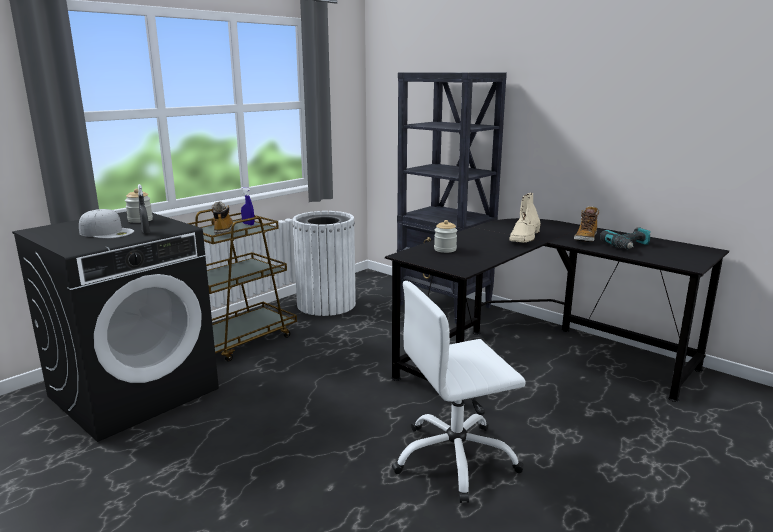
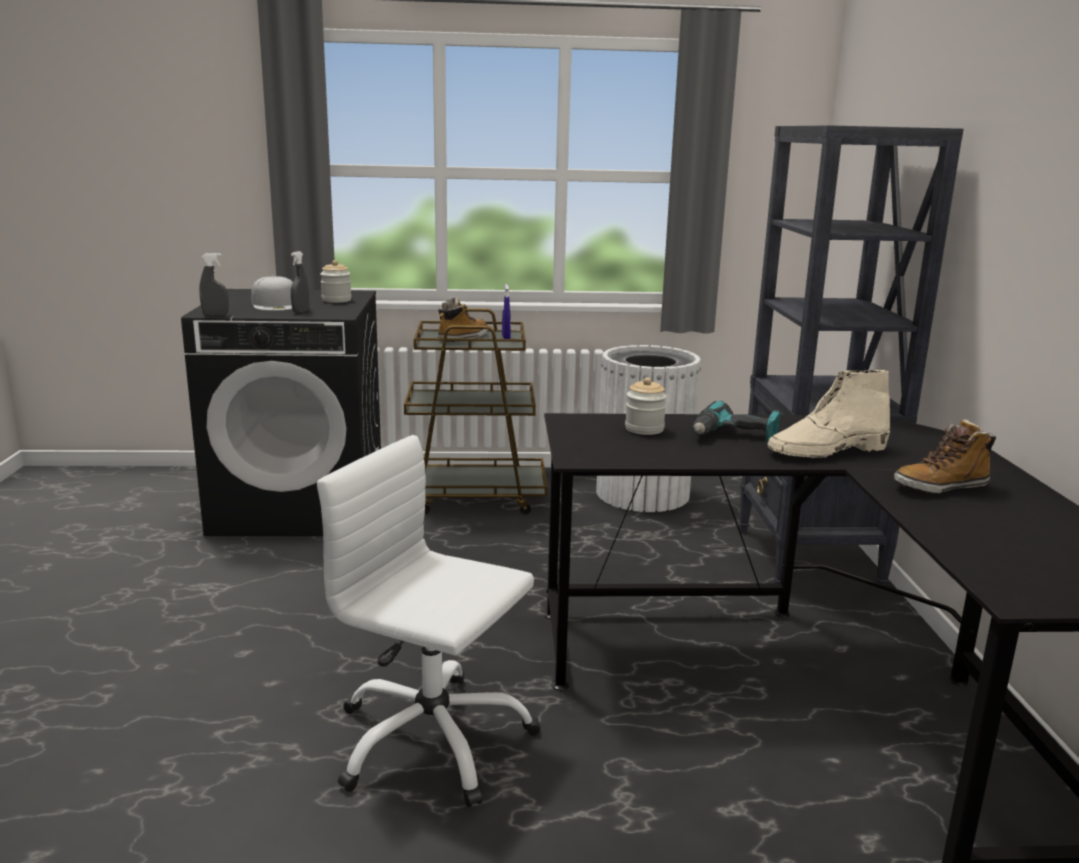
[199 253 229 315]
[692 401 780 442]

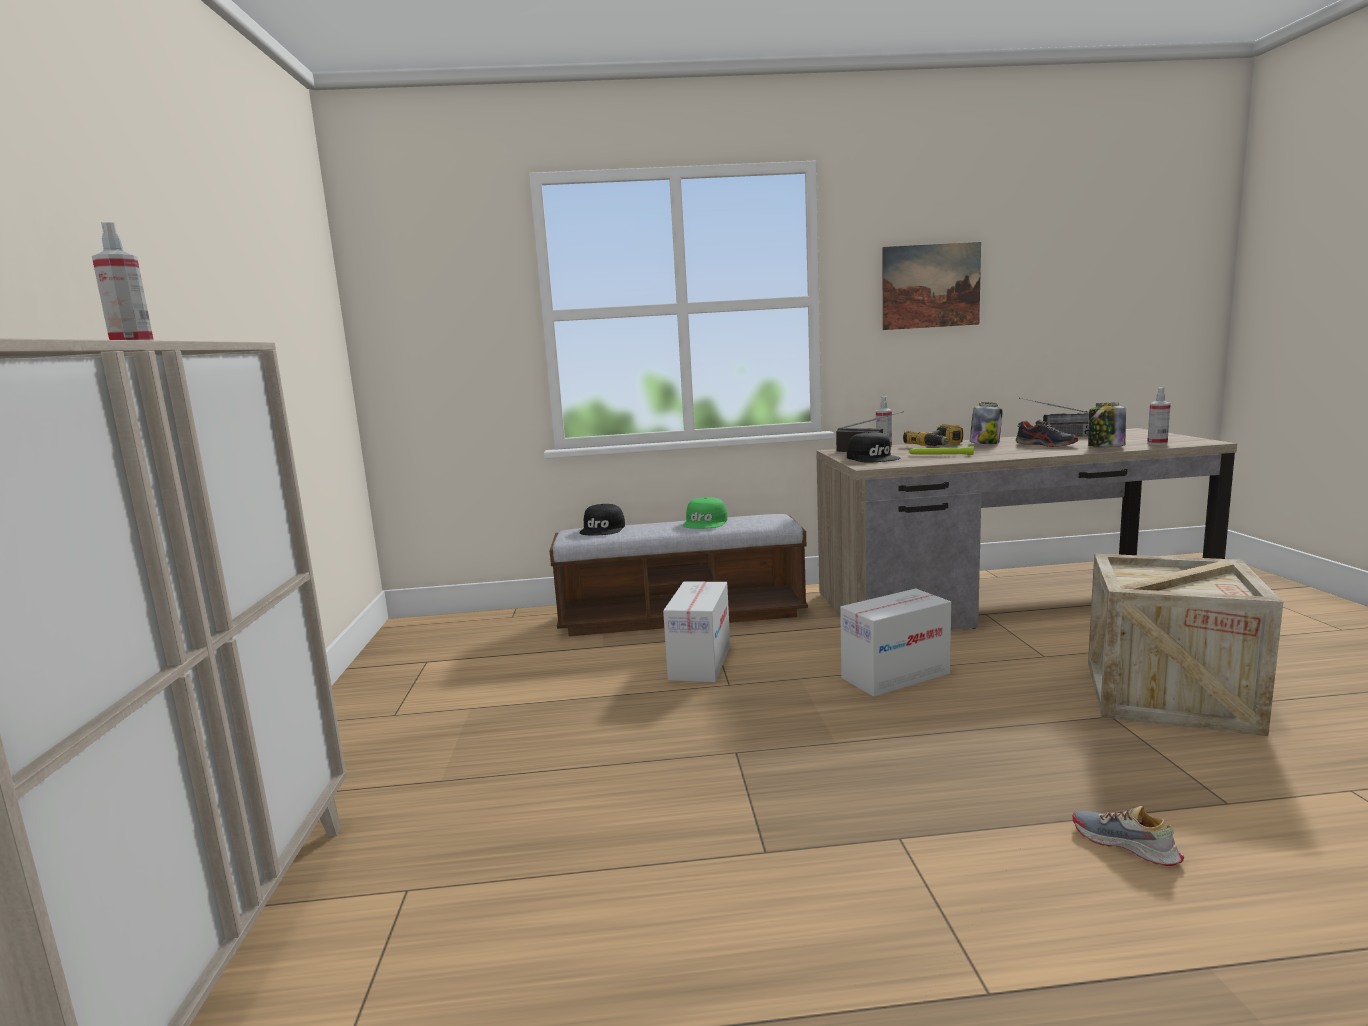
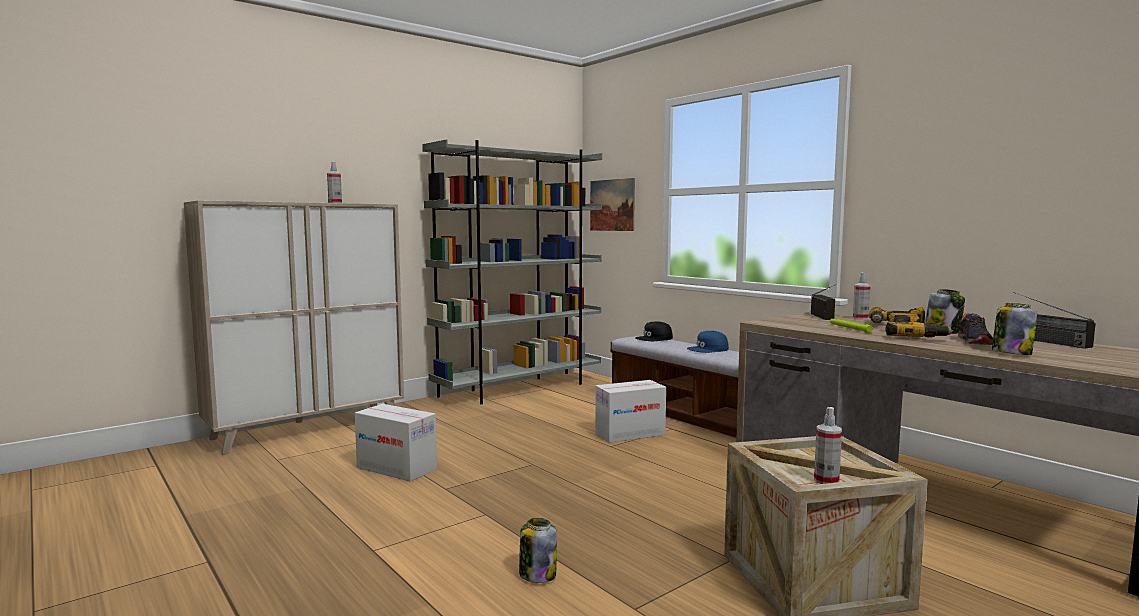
[847 432 901 462] (first image)
[422 139 602 404]
[886 313 954 337]
[355 404 437 482]
[590 178 635 231]
[814 407 842 484]
[519 518 557 583]
[687 331 729 353]

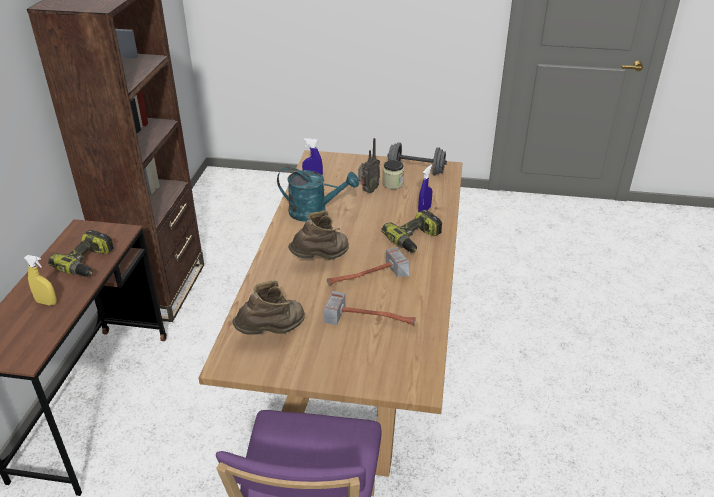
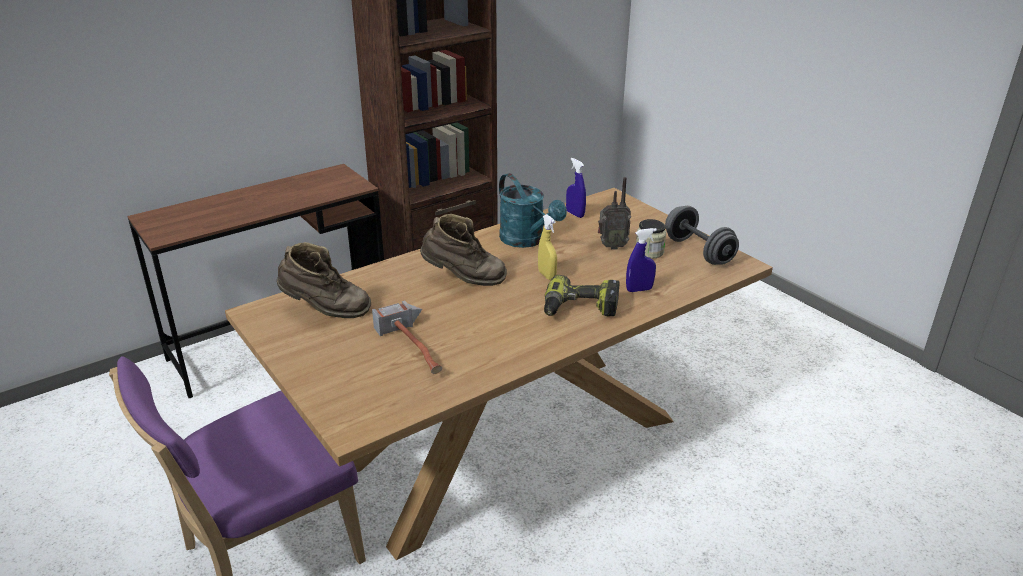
[48 230 114 277] (first image)
[327 247 410 285] (first image)
[538 214 557 280]

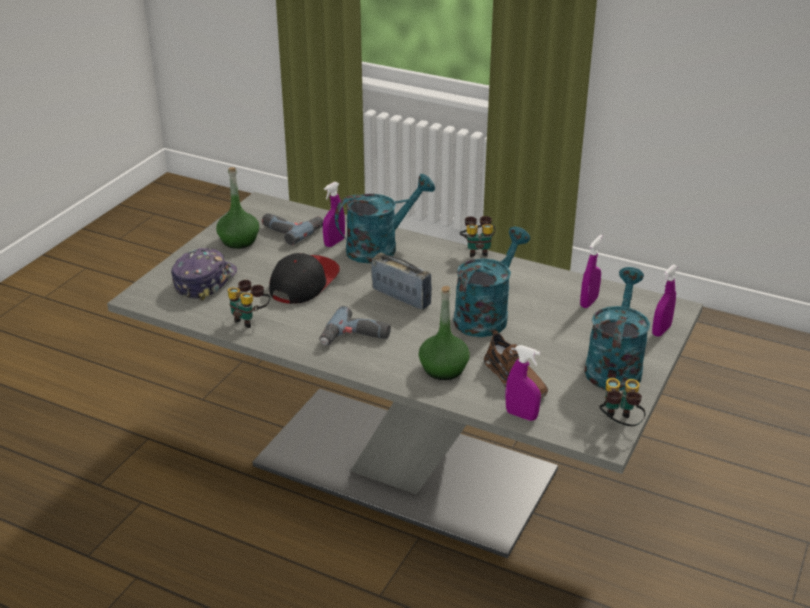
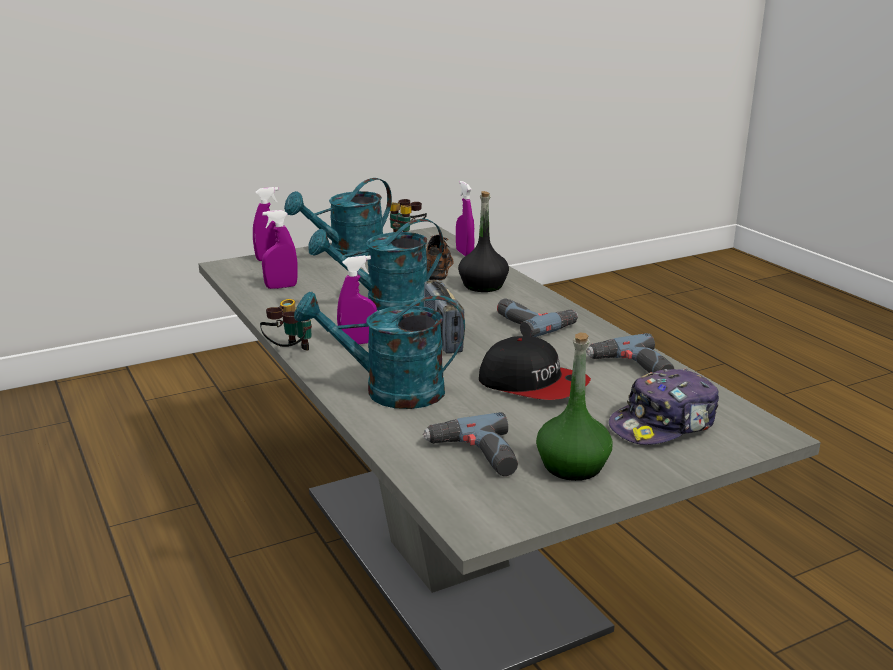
[337 255 377 344]
[586 333 674 373]
[458 191 509 292]
[479 336 591 400]

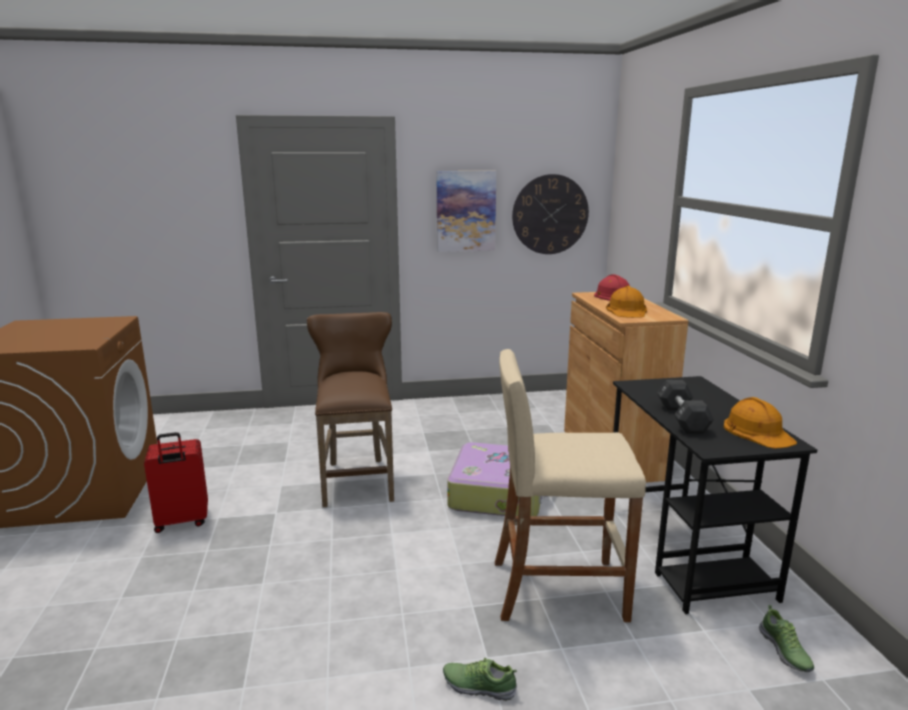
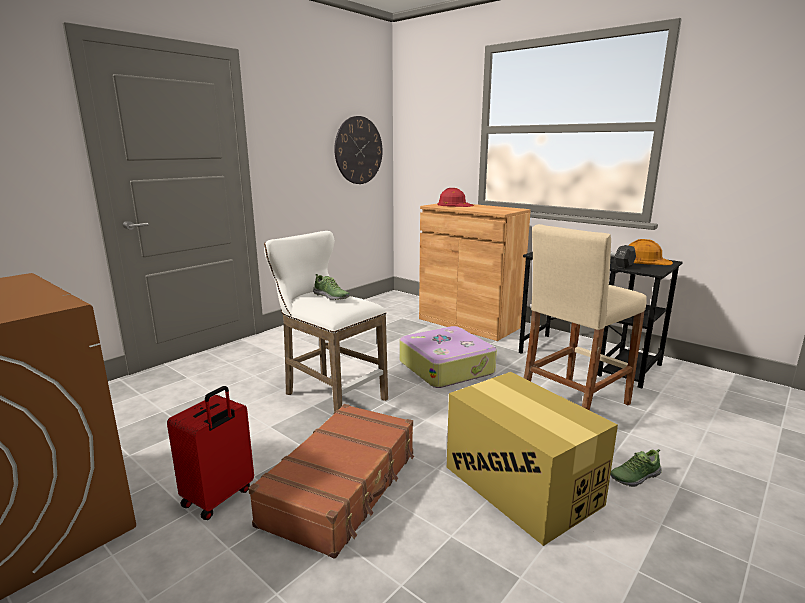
[437 171 496 252] (first image)
[606 286 647 318] (first image)
[248 404 414 559]
[447 372 618 546]
[313 274 350 300]
[264 231 388 412]

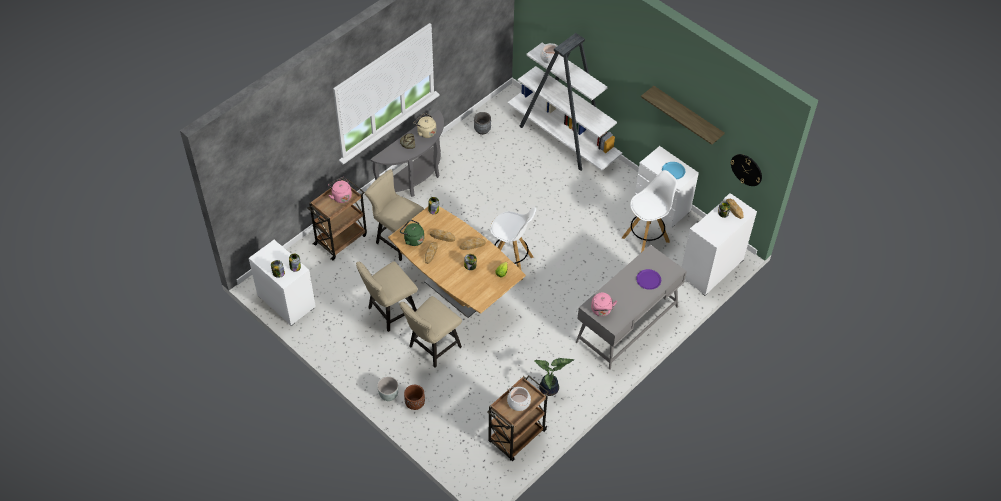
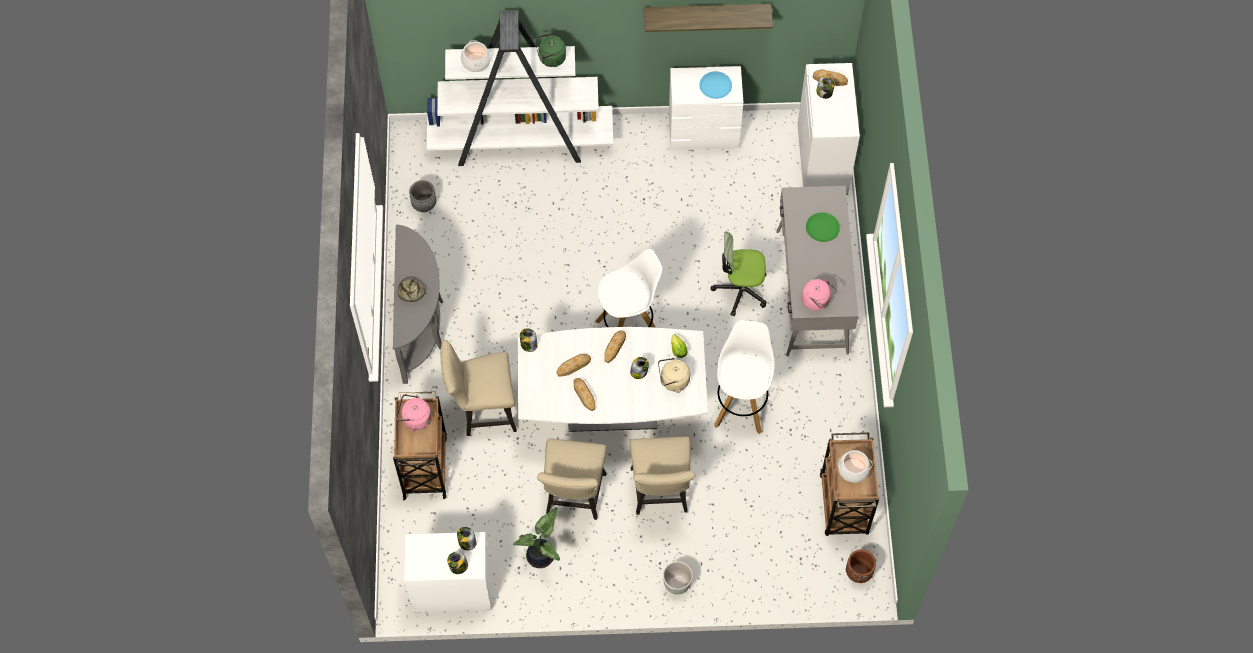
[731 154 762 186] (first image)
[711 232 767 316]
[534 34 566 67]
[846 549 876 583]
[658 358 690 393]
[513 506 560 568]
[714 320 775 434]
[518 327 708 432]
[806 212 840 242]

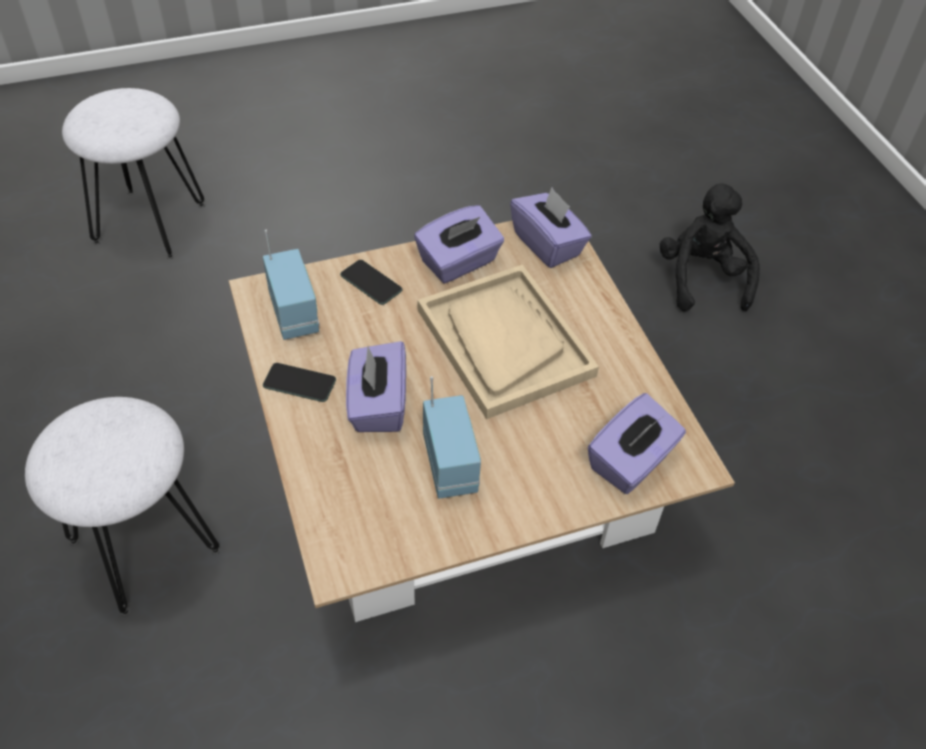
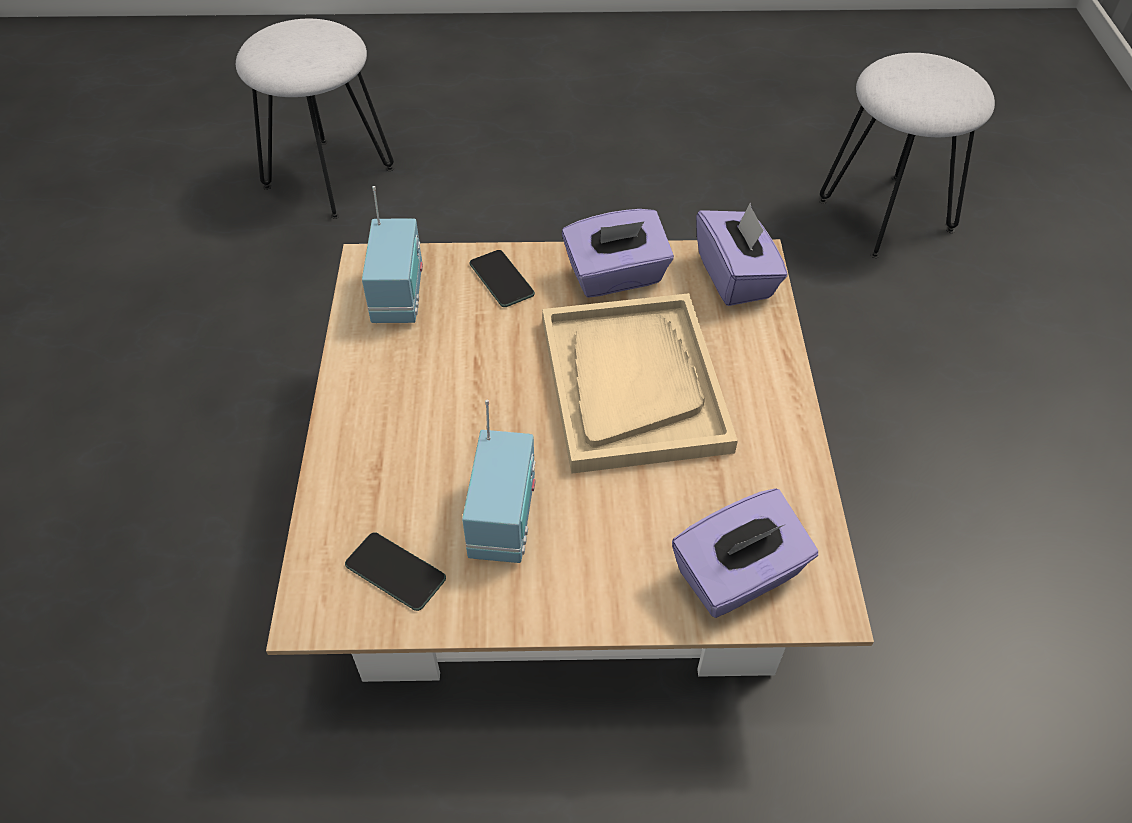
[346 341 406 432] (first image)
[660 183 760 311] (first image)
[819 53 995 258]
[345 532 446 611]

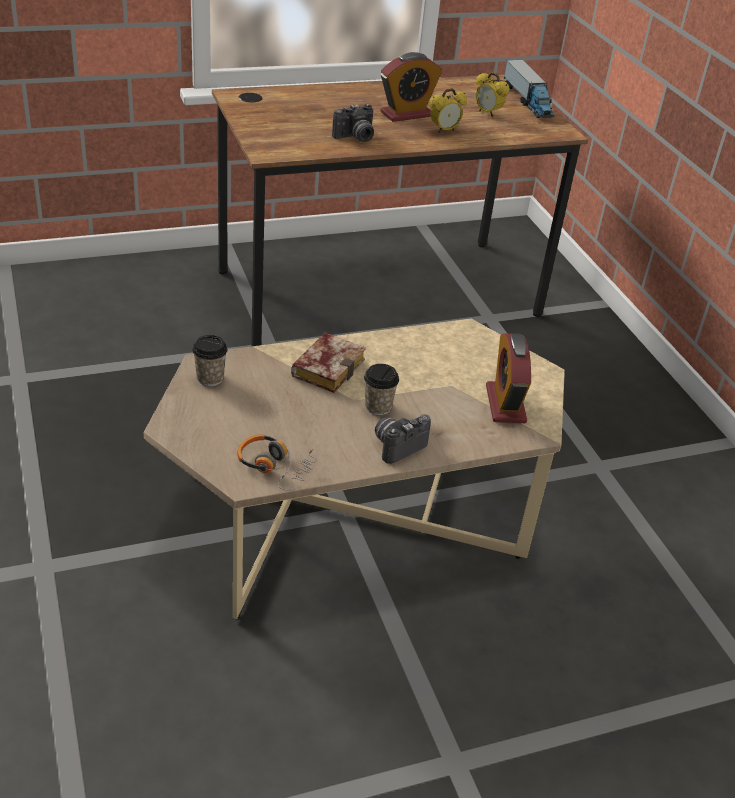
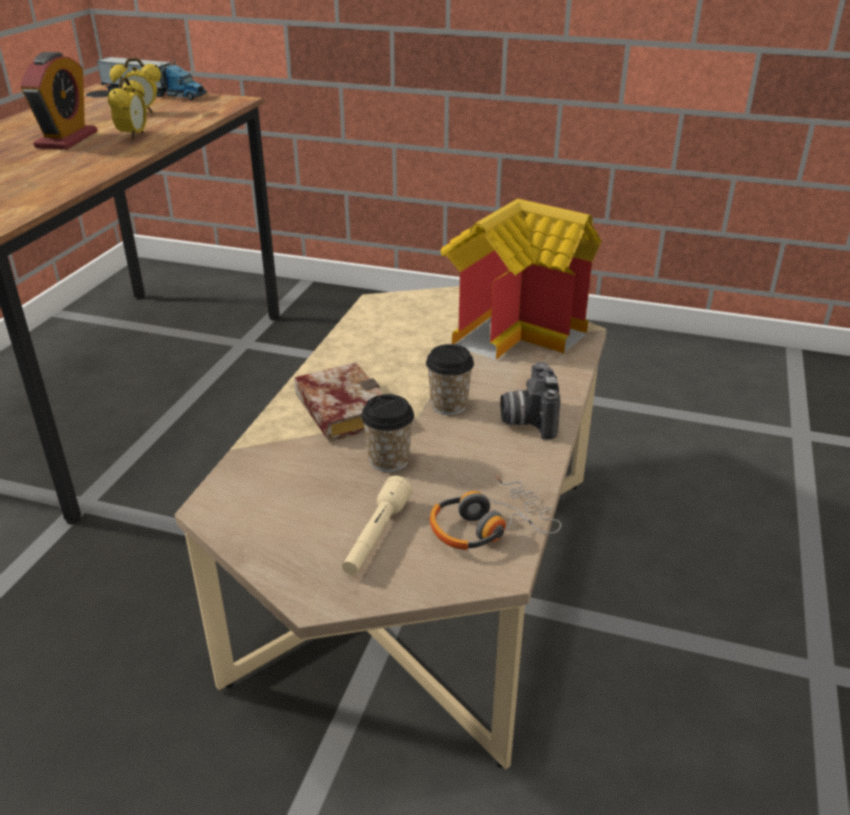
[332 104 374 142] (first image)
[342 475 413 575]
[361 394 414 472]
[441 199 601 360]

